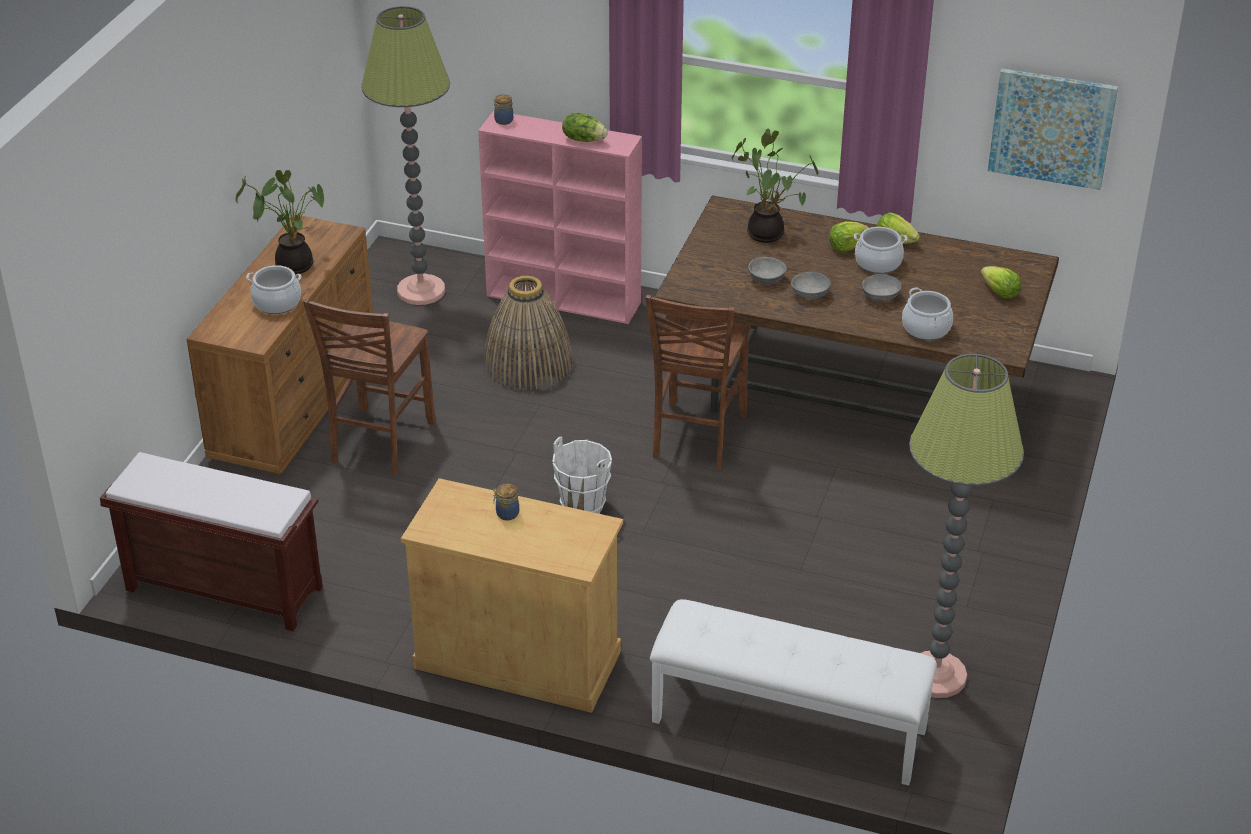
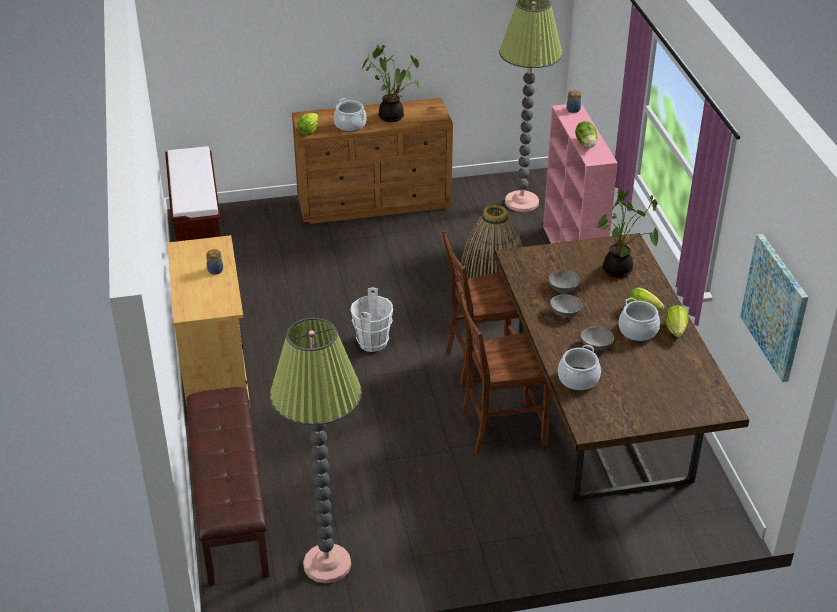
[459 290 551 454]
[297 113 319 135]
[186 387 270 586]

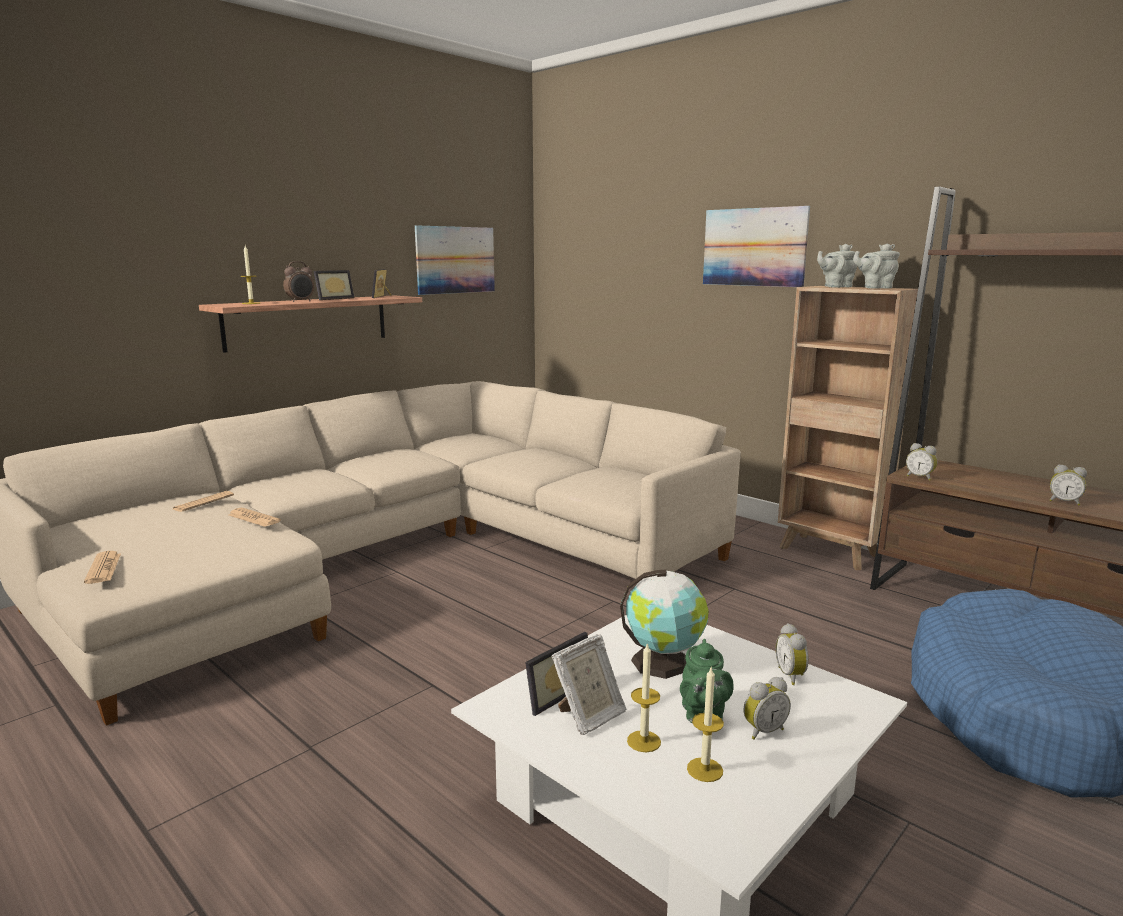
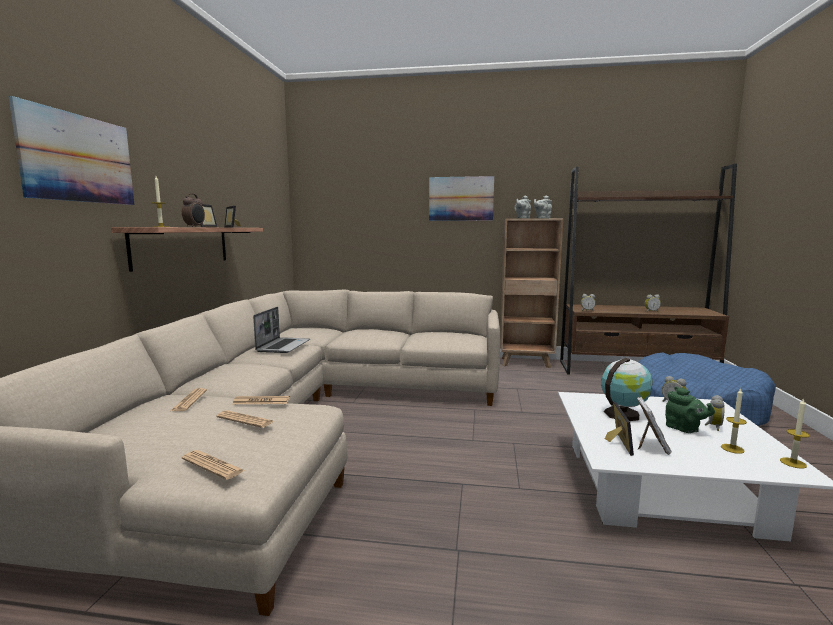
[216 410 274 428]
[253 307 310 353]
[8 96 135 205]
[780 398 810 469]

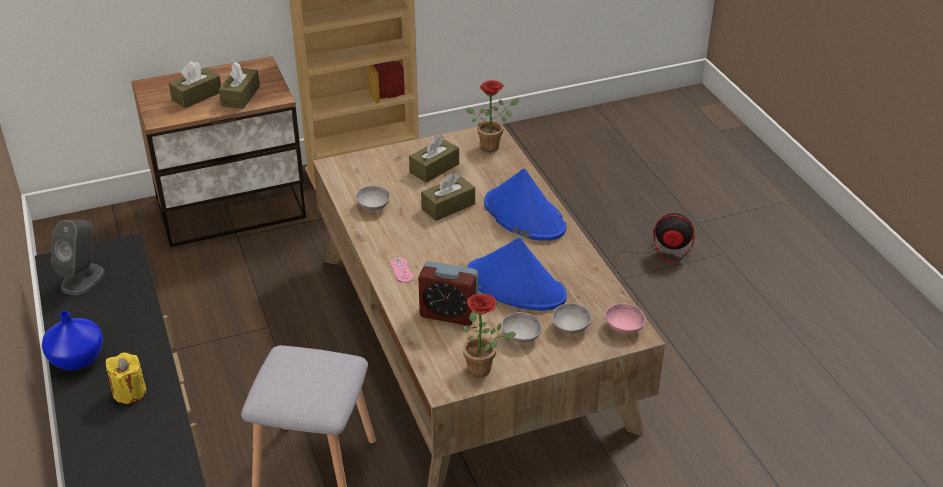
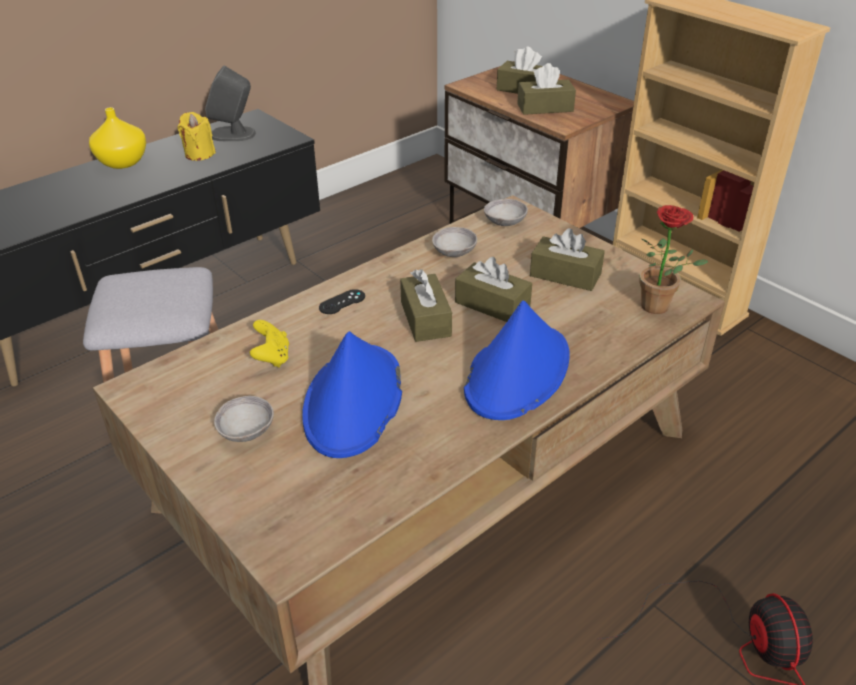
[460 294 516 377] (first image)
[605 304 646 334] (first image)
[400 269 452 342]
[177 112 216 161]
[484 199 528 226]
[250 320 289 368]
[89 107 146 169]
[319 289 365 314]

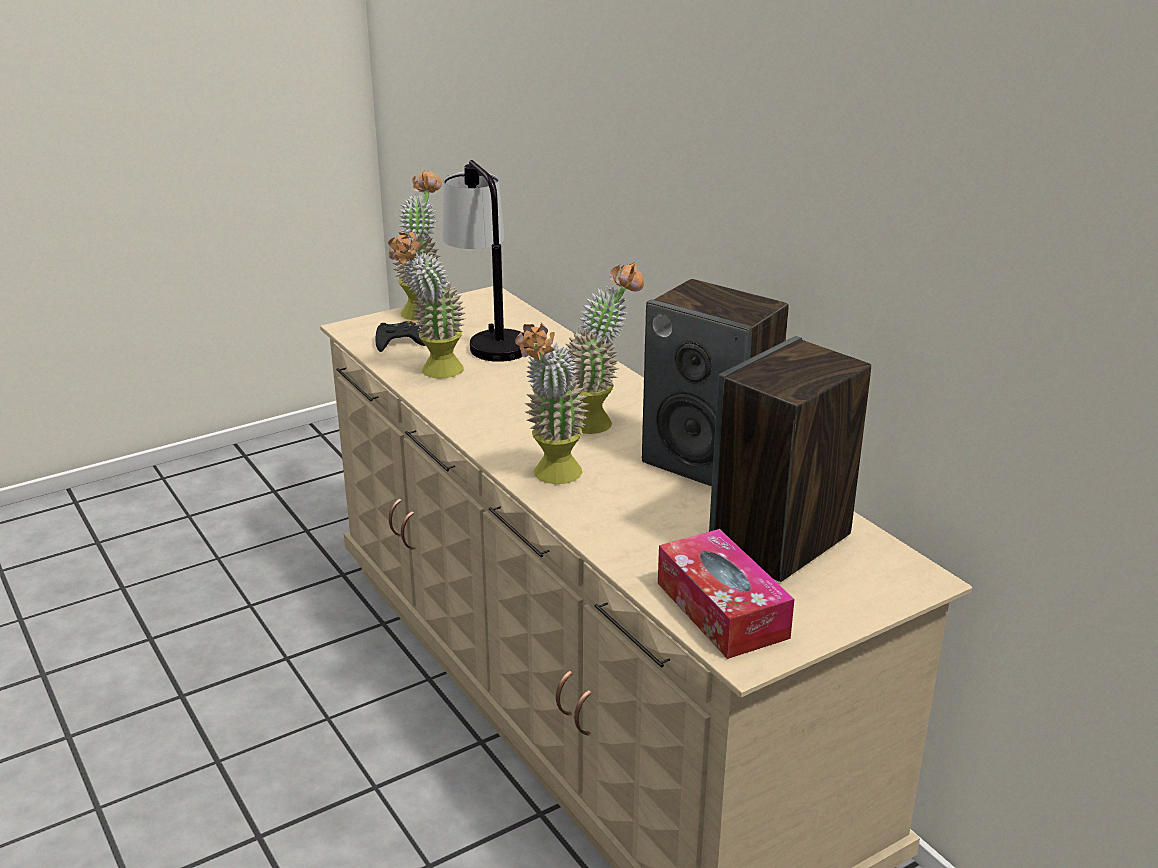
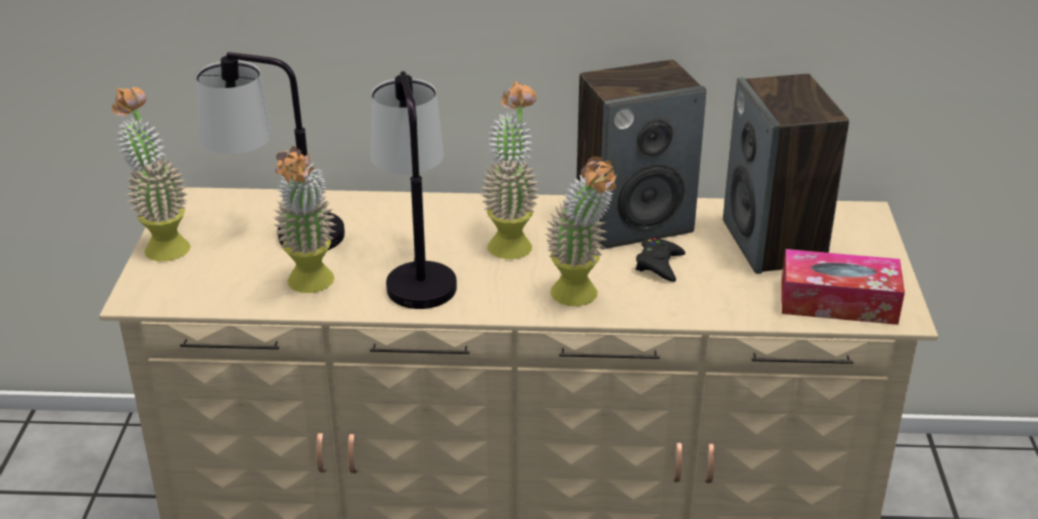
[370 71 457 309]
[636 238 685 282]

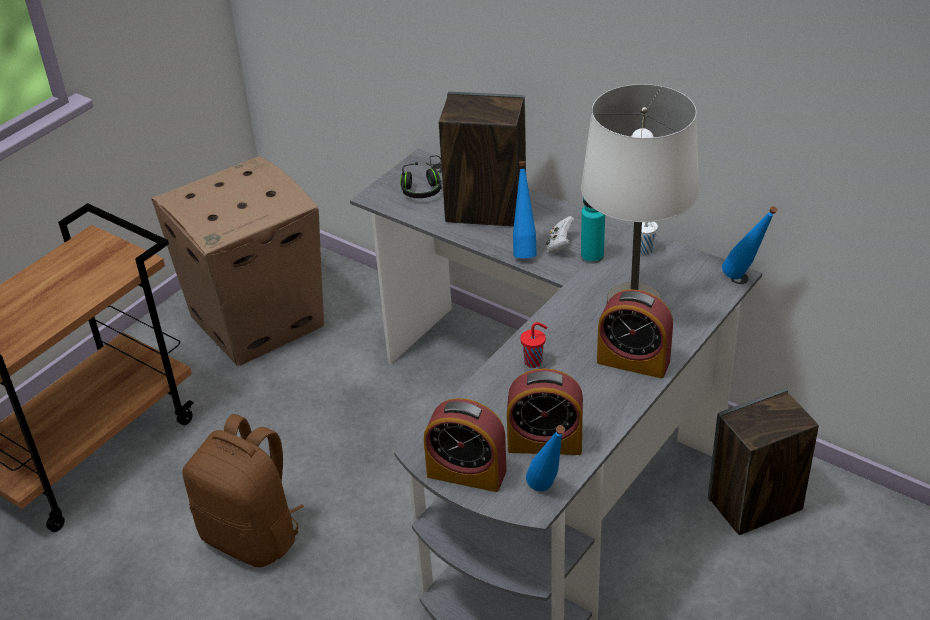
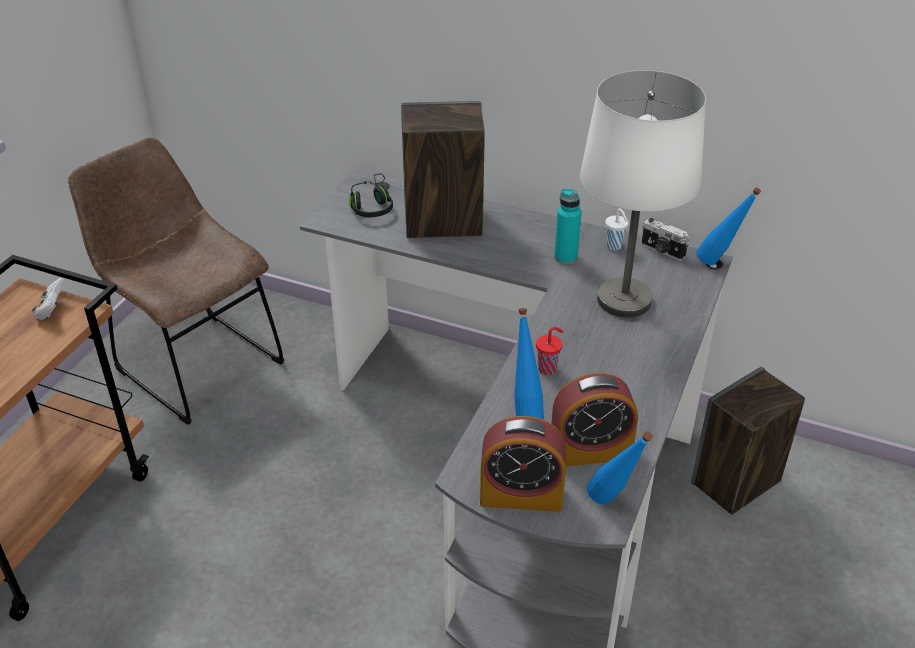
[182 414 304 568] (first image)
[597 289 673 378] (first image)
[641 218 689 261]
[514 308 544 420]
[32 278 66 320]
[68 137 284 425]

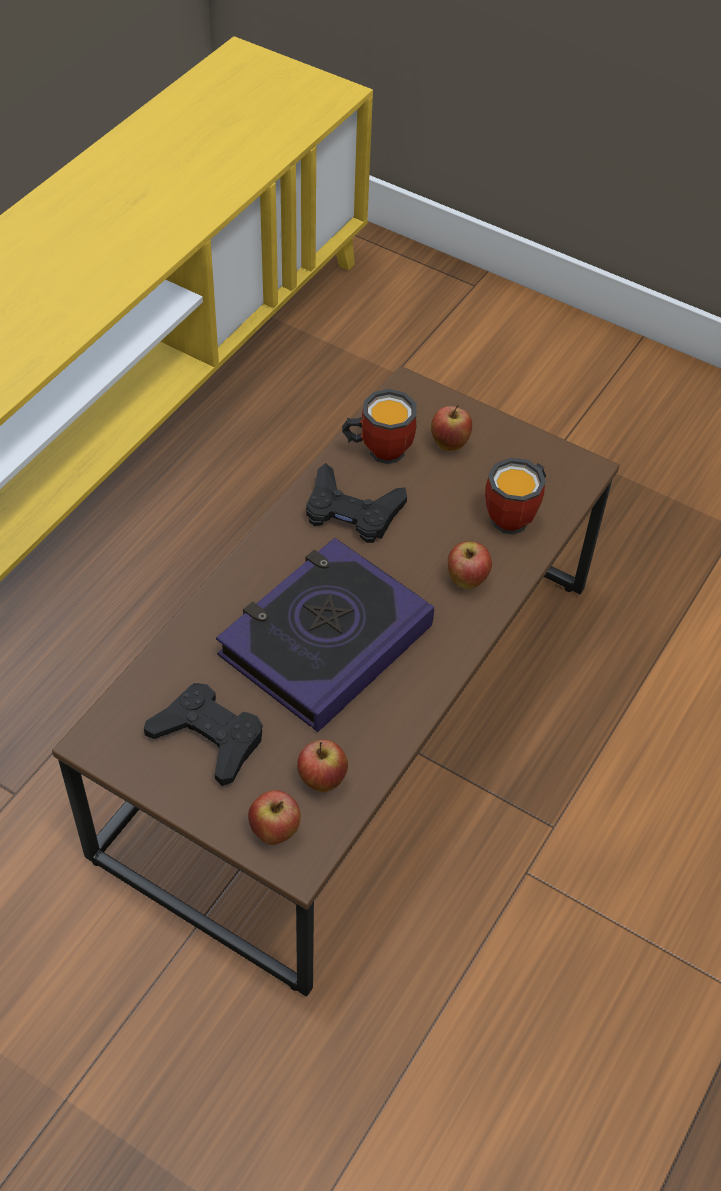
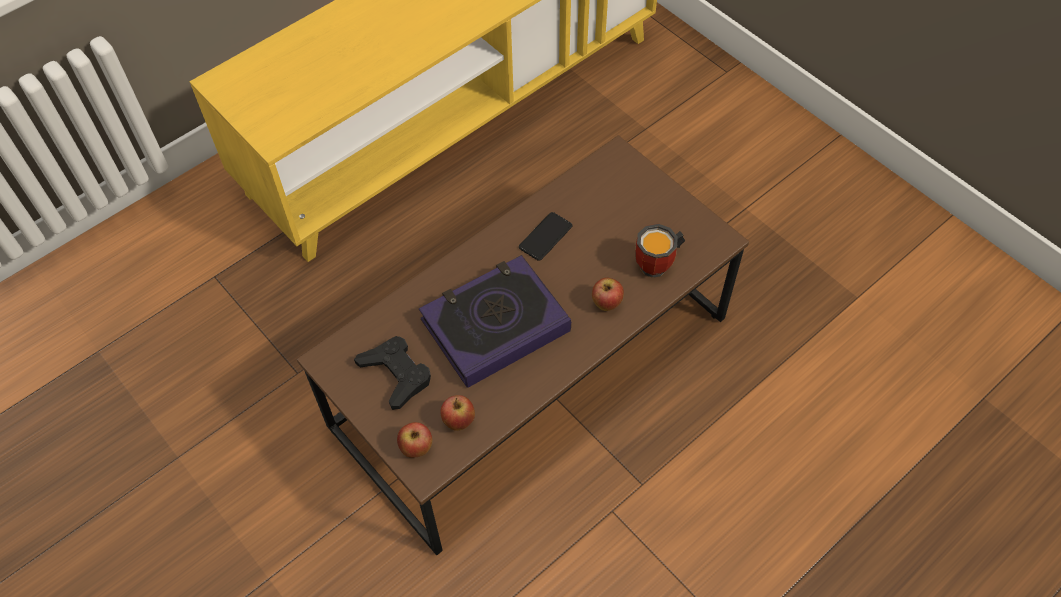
[342 389 417 464] (first image)
[431 405 472 451] (first image)
[519 212 573 261]

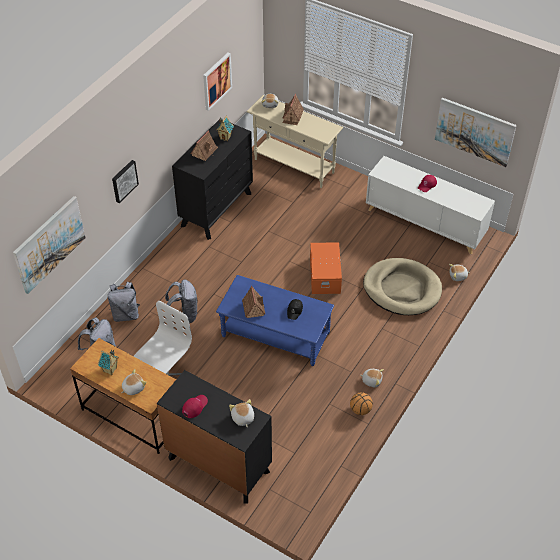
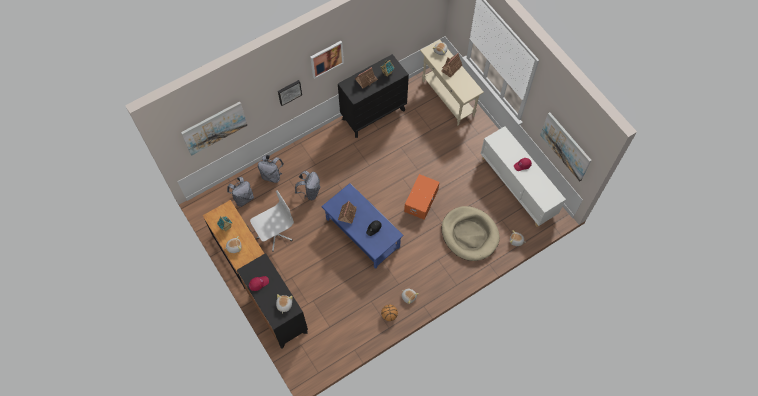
[310 41 344 79]

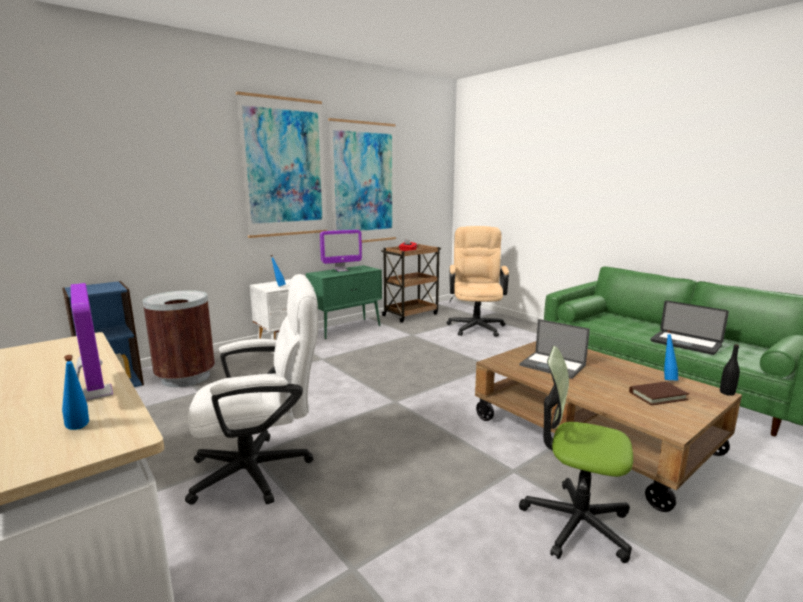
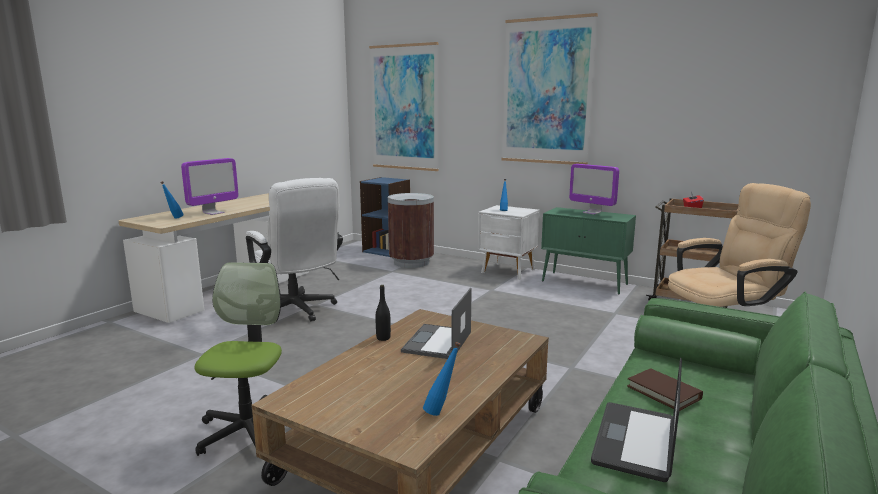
[369 42 438 171]
[627 368 703 411]
[375 285 391 341]

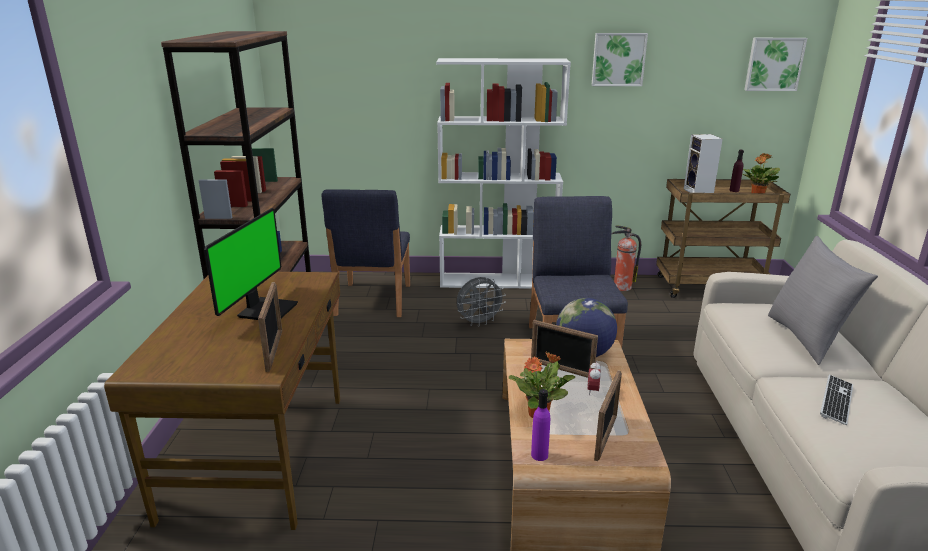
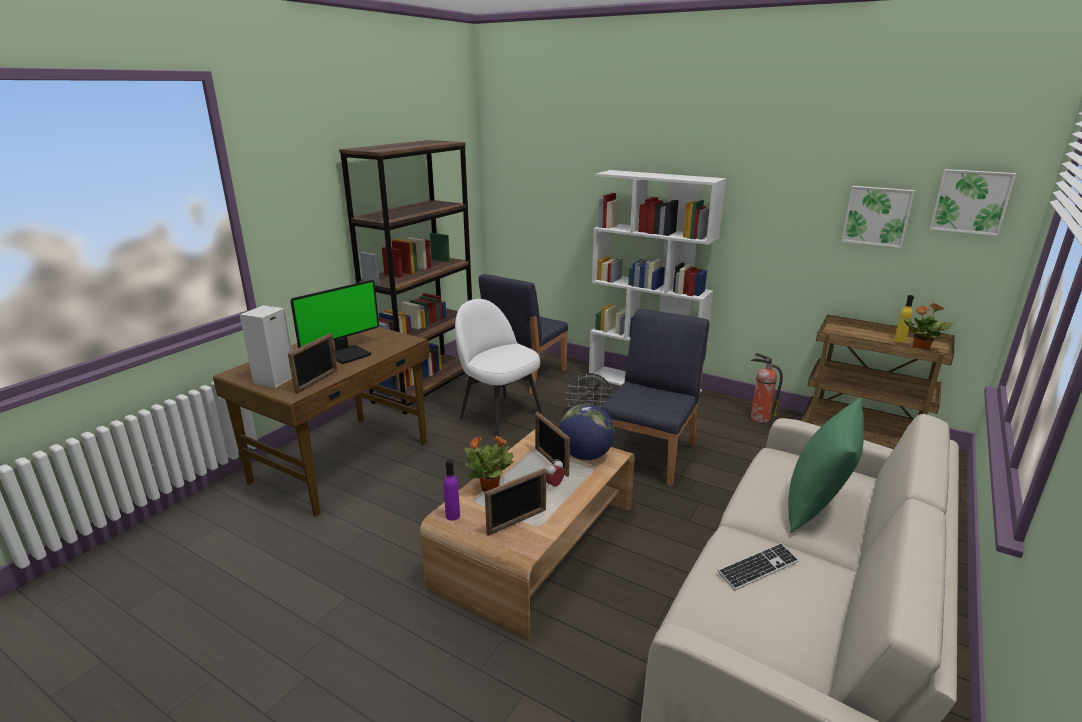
[455 299 542 436]
[841 186 915 248]
[240 305 292 388]
[894 295 914 342]
[788 399 864 533]

